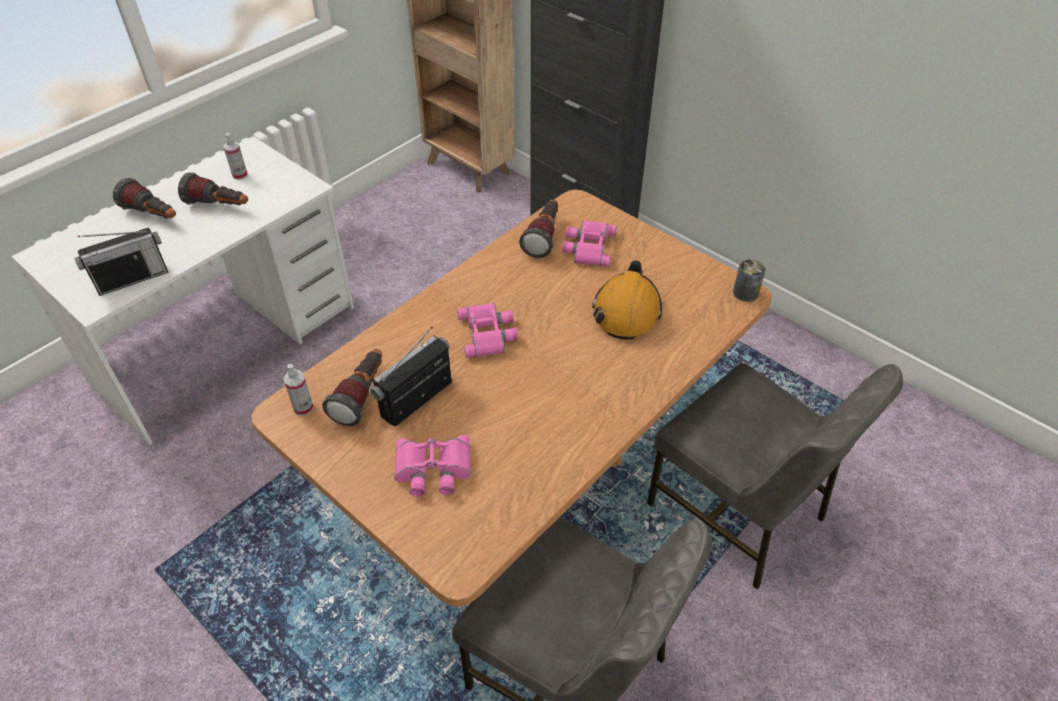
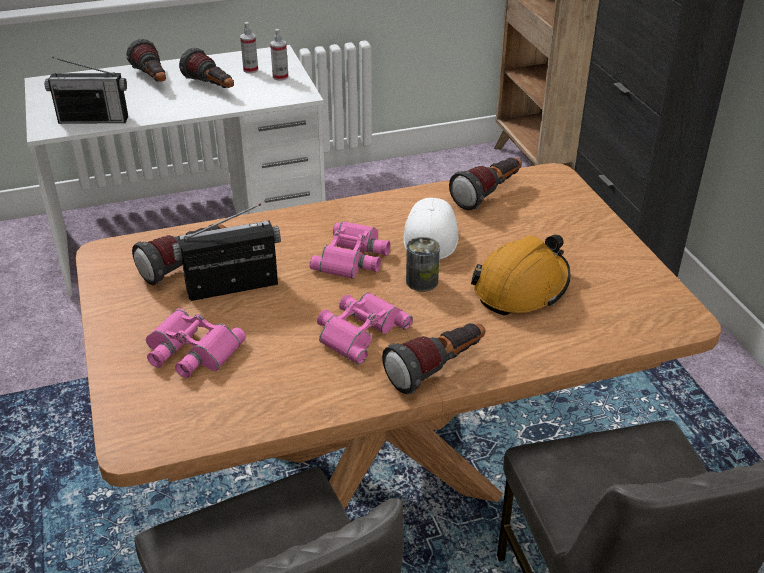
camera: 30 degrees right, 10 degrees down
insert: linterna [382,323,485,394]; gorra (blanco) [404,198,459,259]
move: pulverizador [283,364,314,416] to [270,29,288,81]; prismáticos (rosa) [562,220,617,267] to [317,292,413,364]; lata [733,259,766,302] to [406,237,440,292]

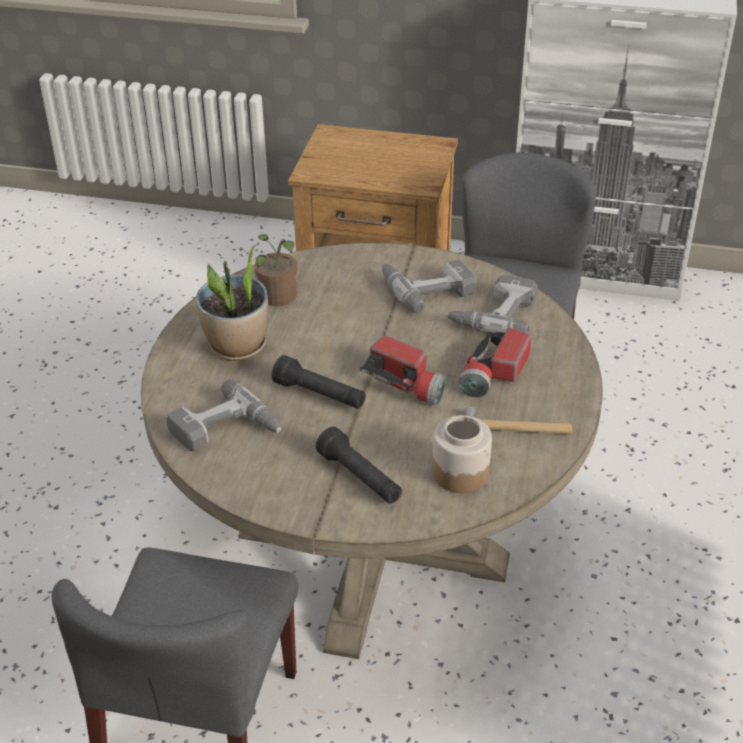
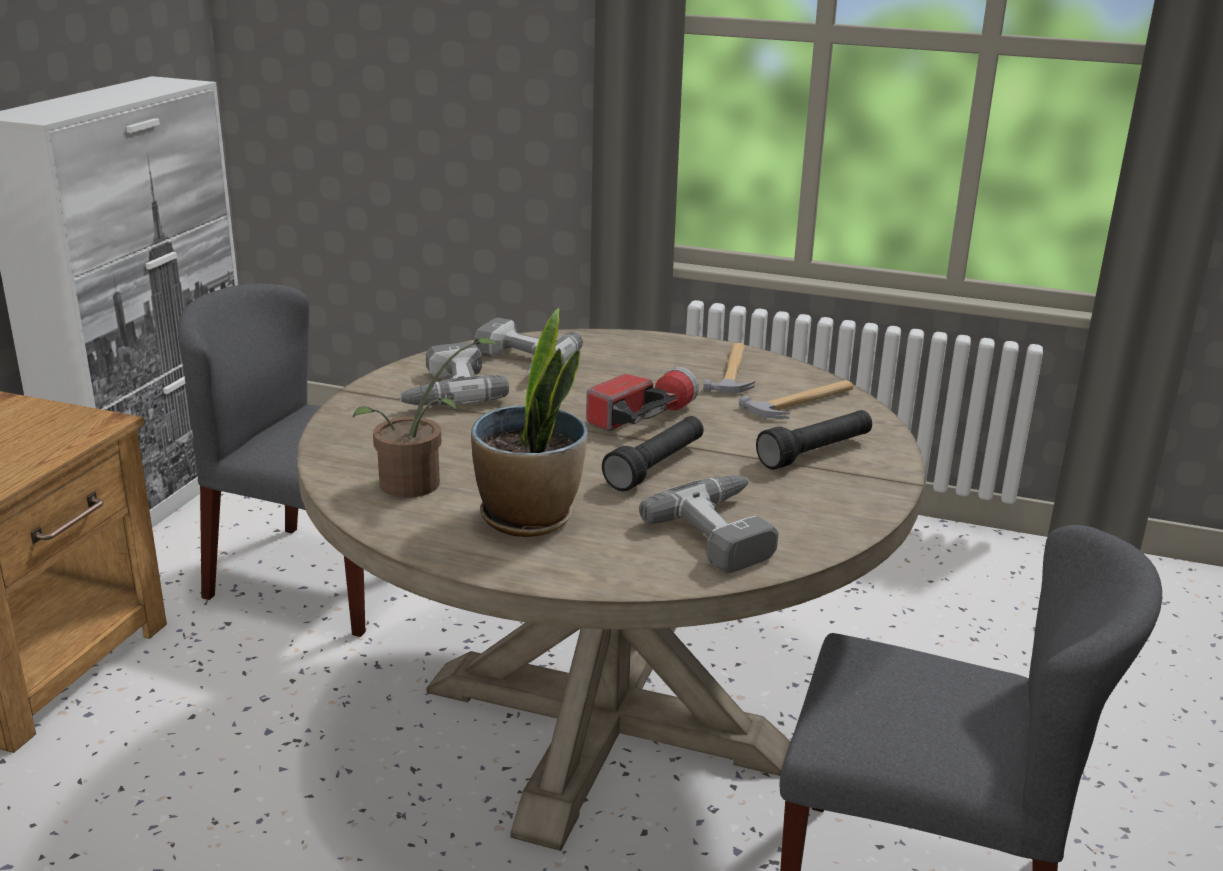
camera: 85 degrees left, 15 degrees down
delete: linterna [458,328,531,398]
replace: tarro [432,415,492,493] to martillo [739,380,853,419]

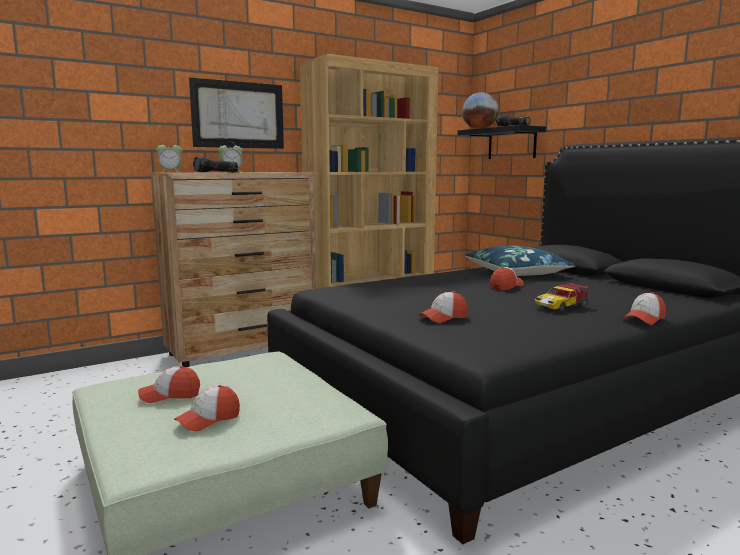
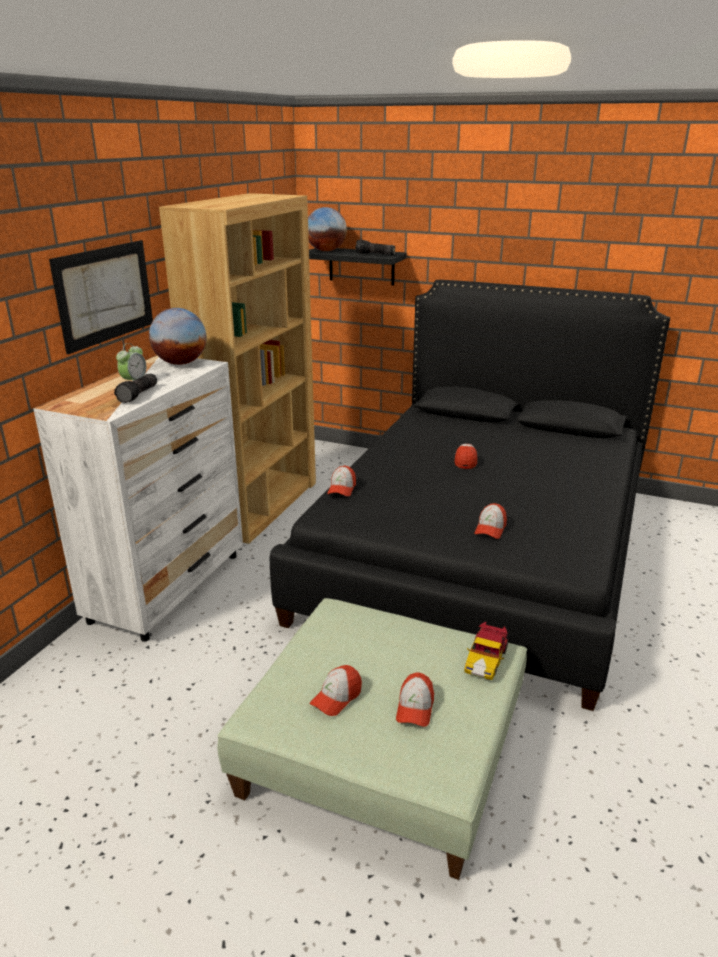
camera: 35 degrees left, 15 degrees up
delete: despertador [156,141,182,173]; cojín (azul) [464,246,576,276]
insert: globo terráqueo [149,308,207,365]
move: coche de juguete [534,283,588,311] to [464,622,508,680]; gorra [623,292,666,325] to [327,465,356,496]
recolor: cómoda (marrón) [151,172,316,367] to cómoda (blanco) [33,356,243,642]

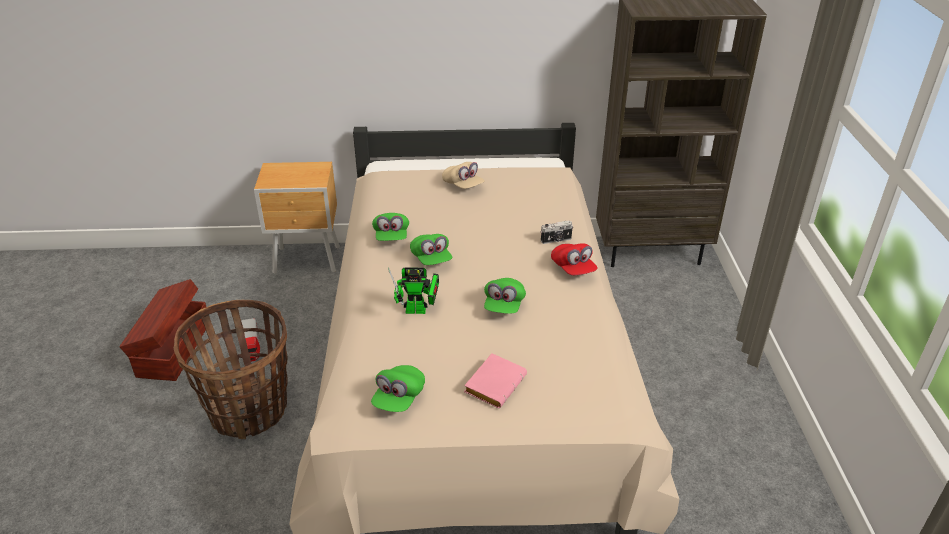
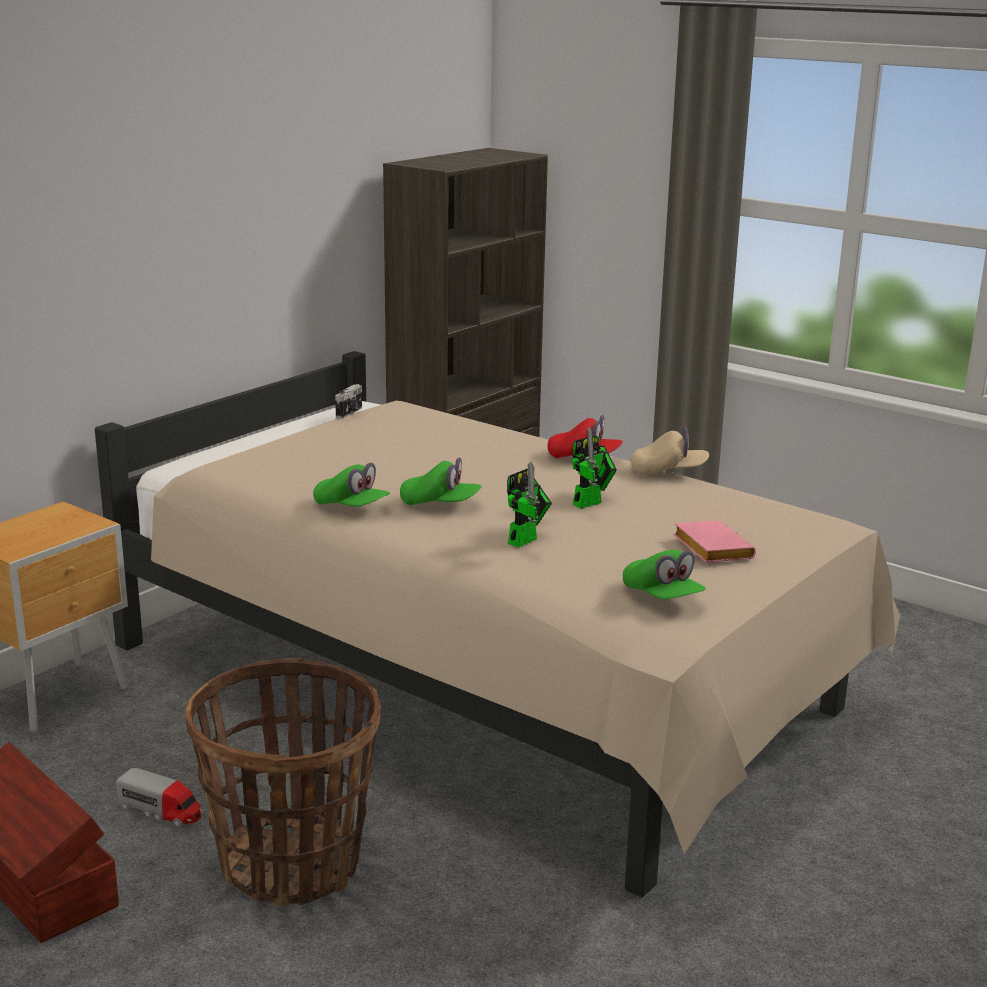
camera: 50 degrees left, 15 degrees down
move: gorra (beis) [442,162,485,189] to [631,426,709,475]; cámara [540,220,573,244] to [335,384,362,419]
replace: gorra (verde) [484,278,526,314] to robot de juguete [572,427,617,509]

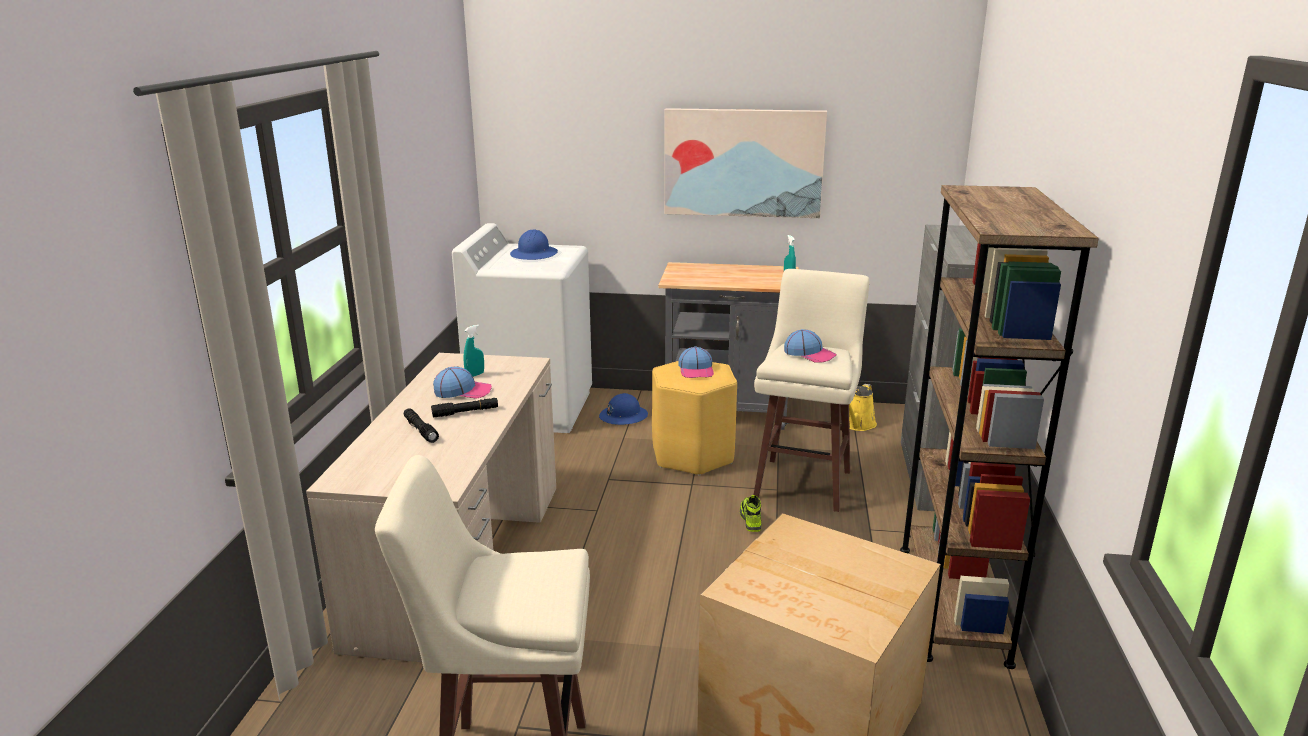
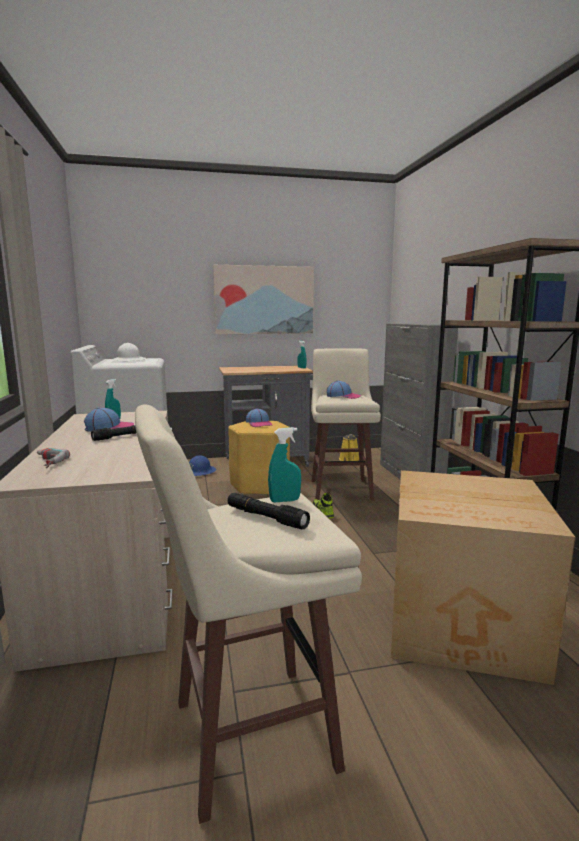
camera: 20 degrees left, 10 degrees down
insert: taladro [37,448,70,468]; pulverizador (turquesa) [268,427,301,502]
move: linterna (negro) [404,408,439,443] to [228,493,310,530]
recolor: casco (azul) [510,229,558,260] to casco (blanco) [111,343,146,361]

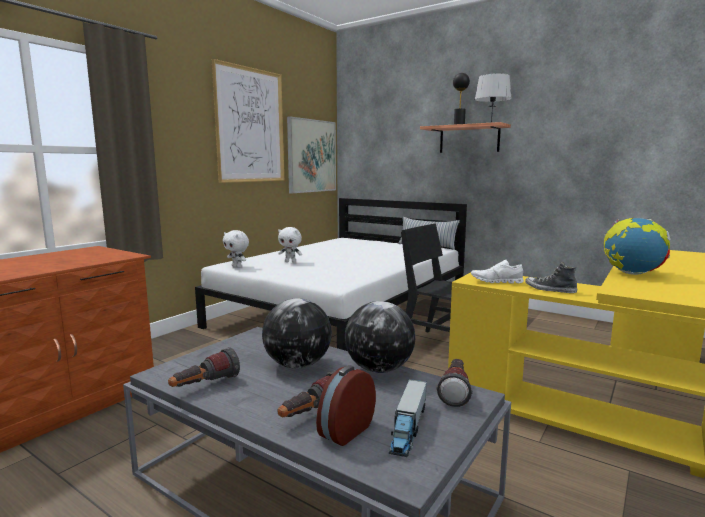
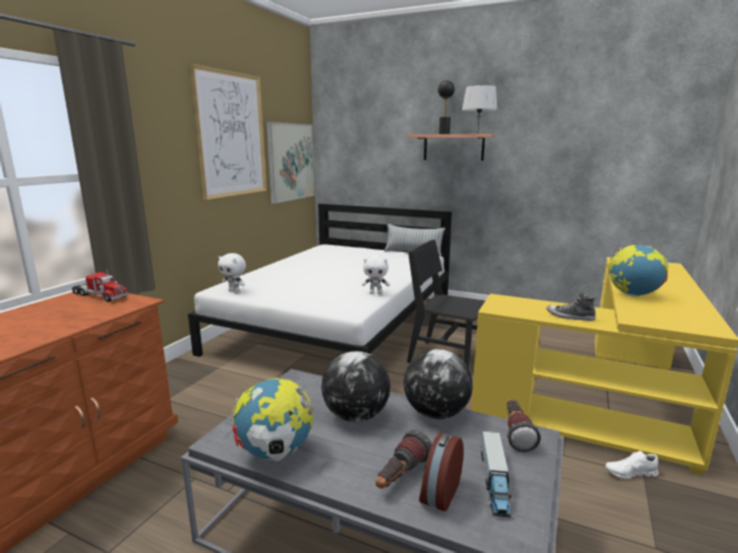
camera: 10 degrees left, 5 degrees up
insert: camión de juguete [72,269,128,302]
move: peluche (blanco) [278,227,302,263] to [362,255,390,294]; zapato (blanco) [471,260,524,283] to [605,451,659,479]
replace: linterna [168,347,240,387] to globo terráqueo [232,378,313,461]

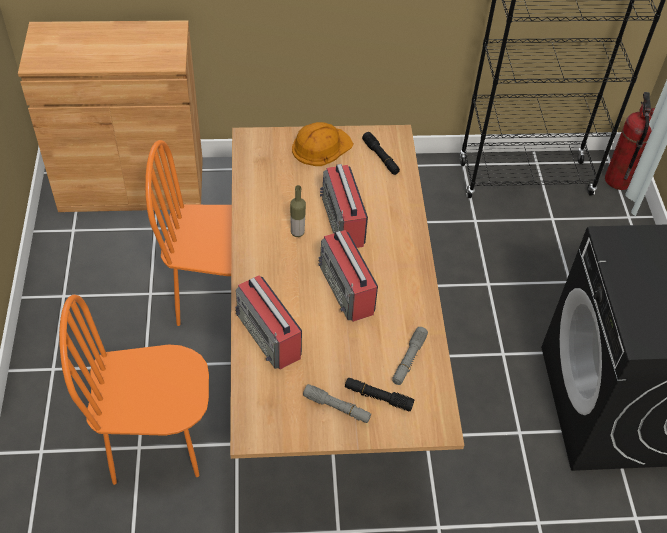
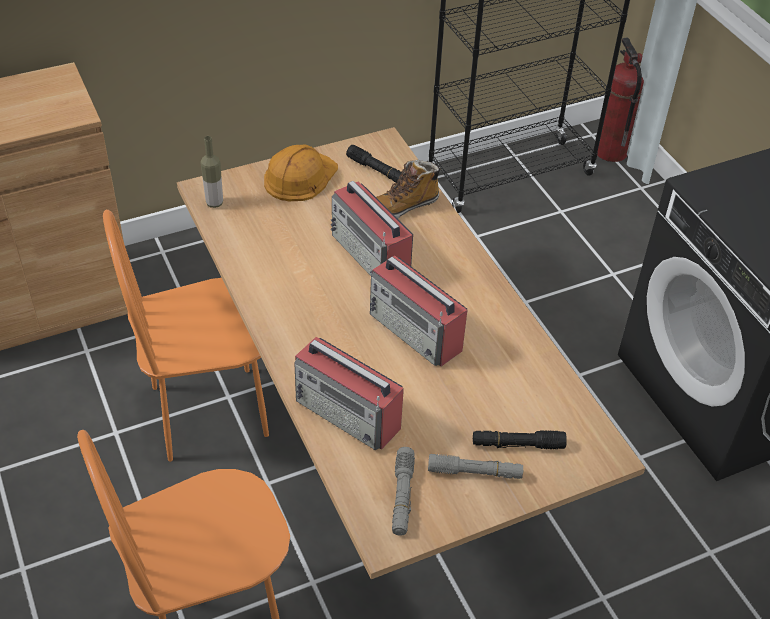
camera: 20 degrees left, 5 degrees down
insert: bota [376,159,440,219]
move: botella [290,185,306,237] to [200,136,223,208]; linterna (gris) [392,327,428,385] to [392,447,415,536]

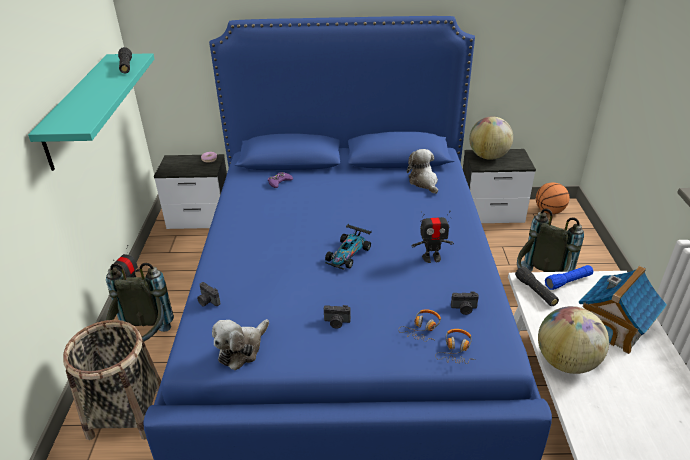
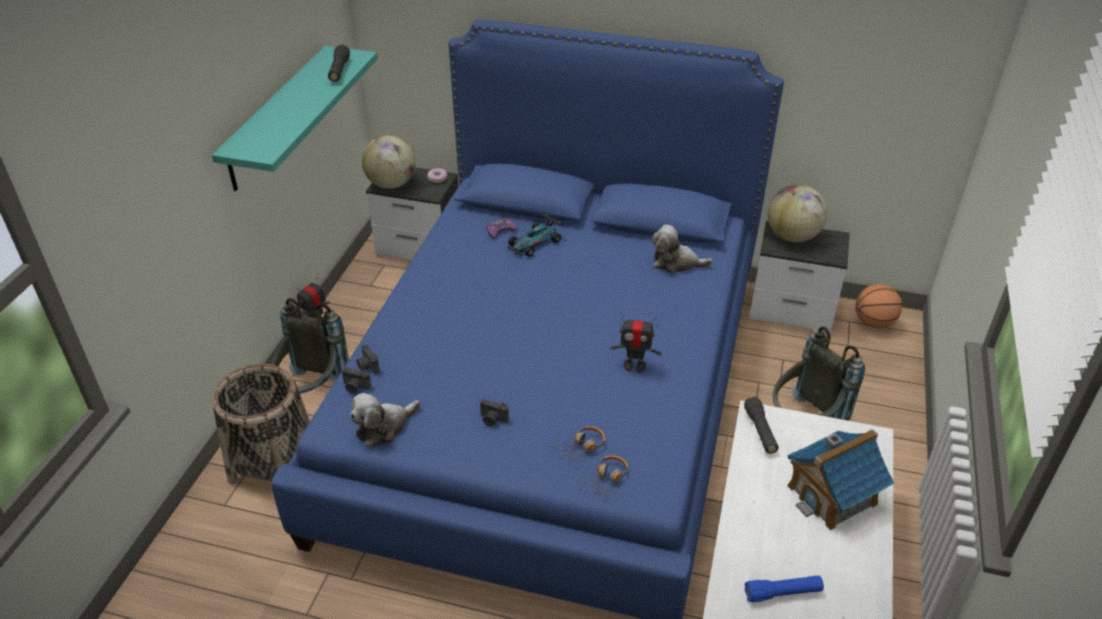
camera: 15 degrees right, 5 degrees up
move: coche de juguete [325,224,372,270] to [507,212,563,257]; cámara [451,291,479,315] to [342,367,371,394]; globo terráqueo [538,306,609,374] to [362,135,416,189]; linterna (azul) [545,265,593,290] to [745,575,824,602]
rotate: peluche [407,149,438,194] = [652,225,713,273] 75 degrees counterclockwise

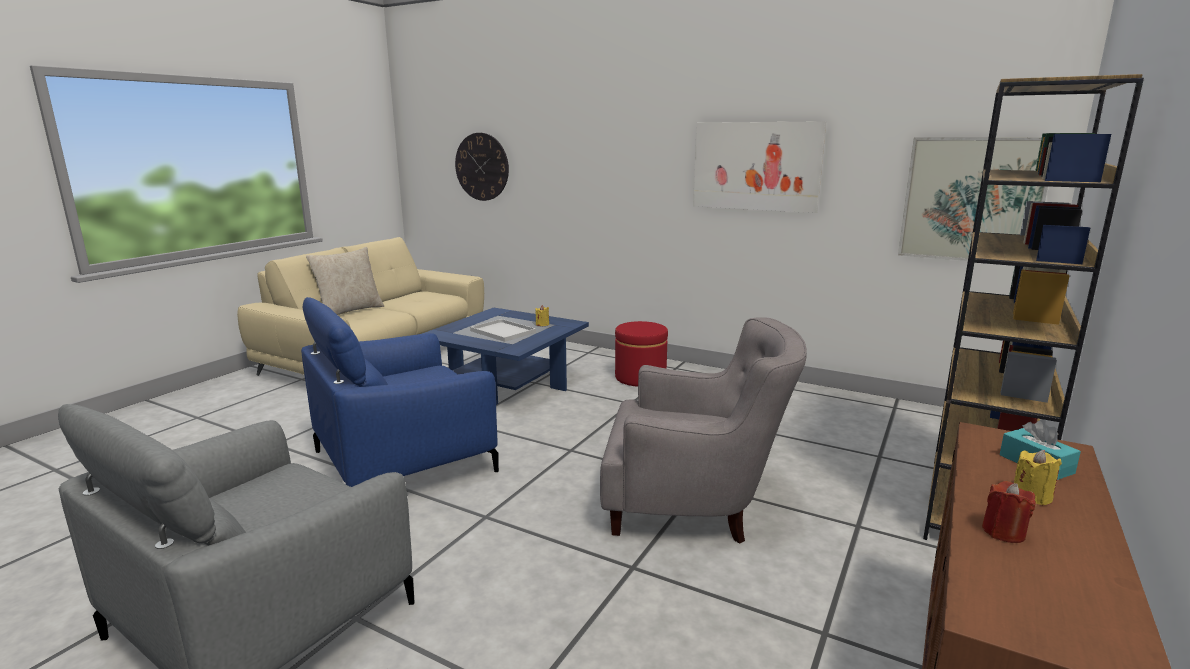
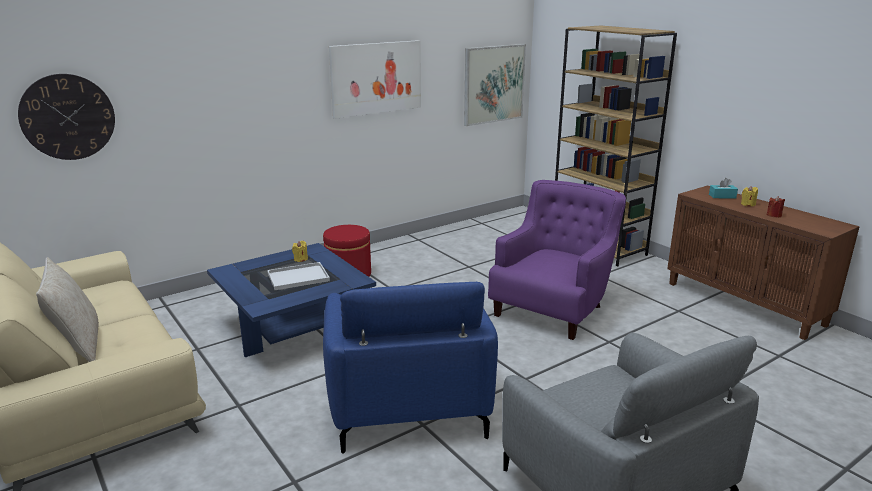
camera: 65 degrees left, 5 degrees up
recolor: sillón (gris) [600,317,807,544] to sillón (morado) [488,180,626,340]

